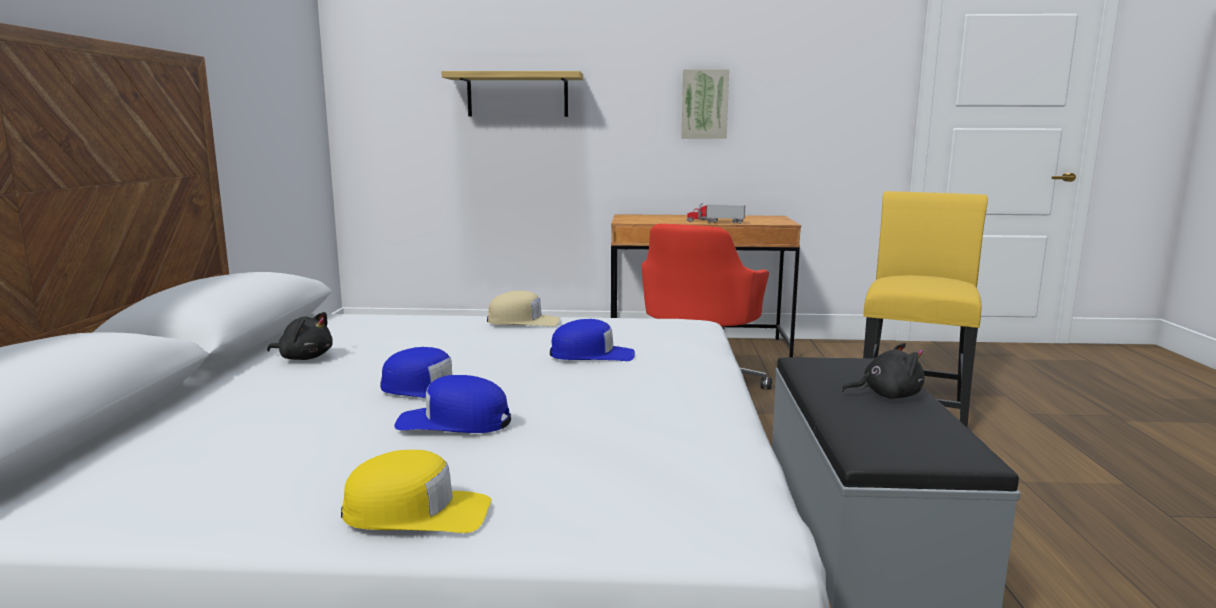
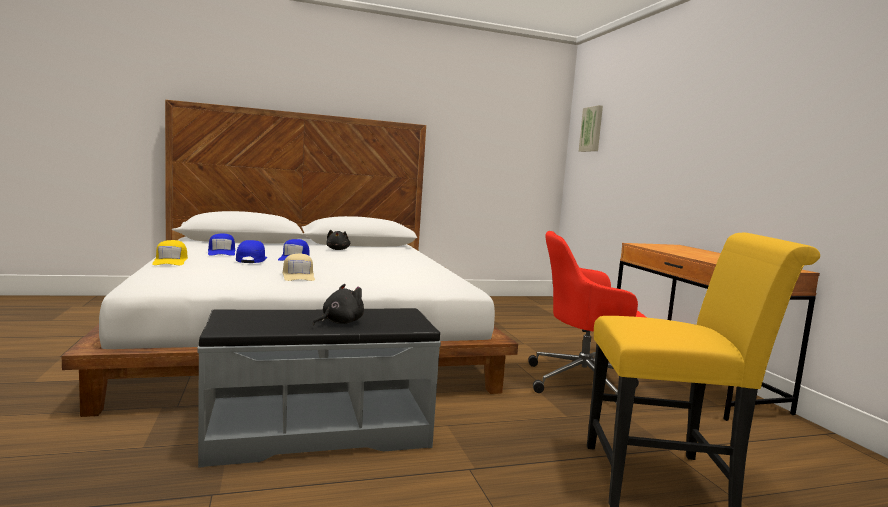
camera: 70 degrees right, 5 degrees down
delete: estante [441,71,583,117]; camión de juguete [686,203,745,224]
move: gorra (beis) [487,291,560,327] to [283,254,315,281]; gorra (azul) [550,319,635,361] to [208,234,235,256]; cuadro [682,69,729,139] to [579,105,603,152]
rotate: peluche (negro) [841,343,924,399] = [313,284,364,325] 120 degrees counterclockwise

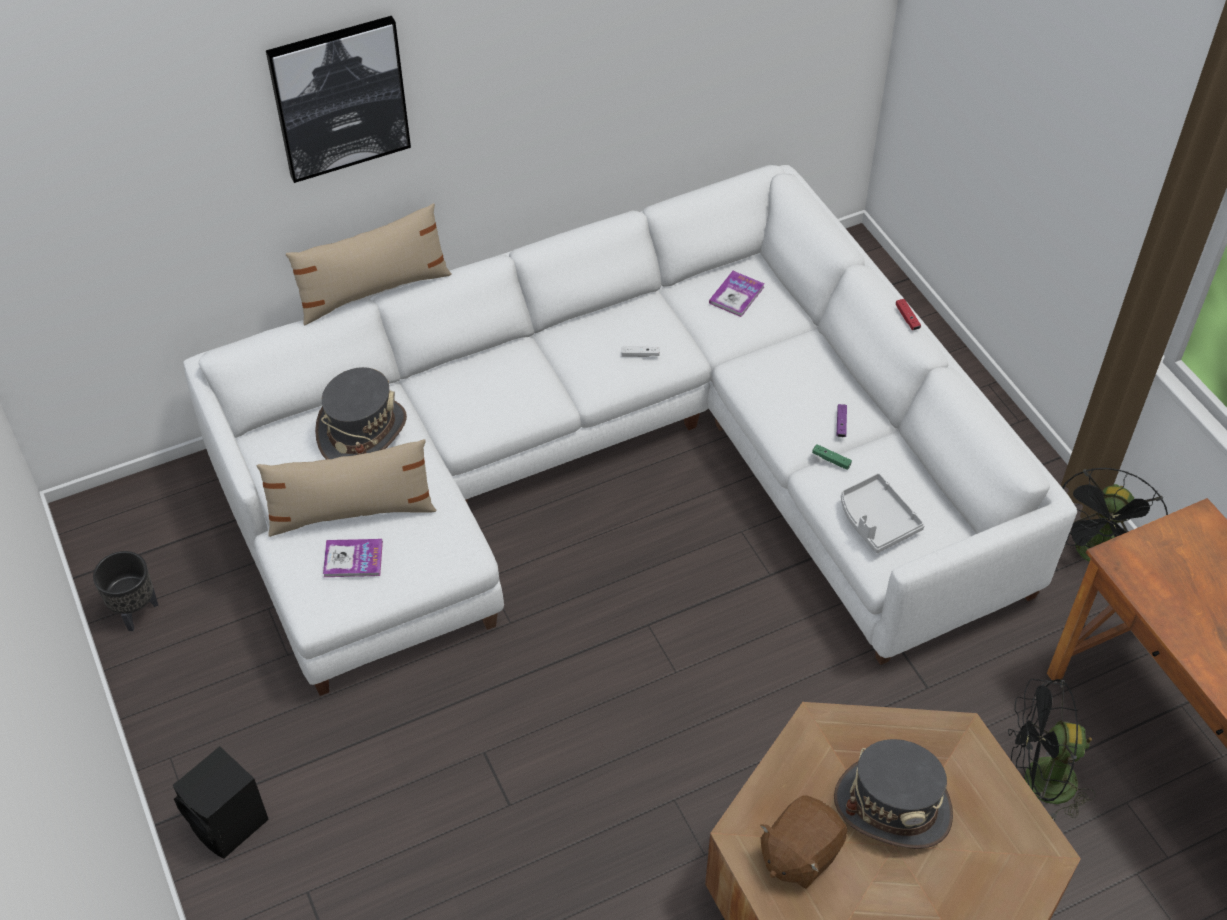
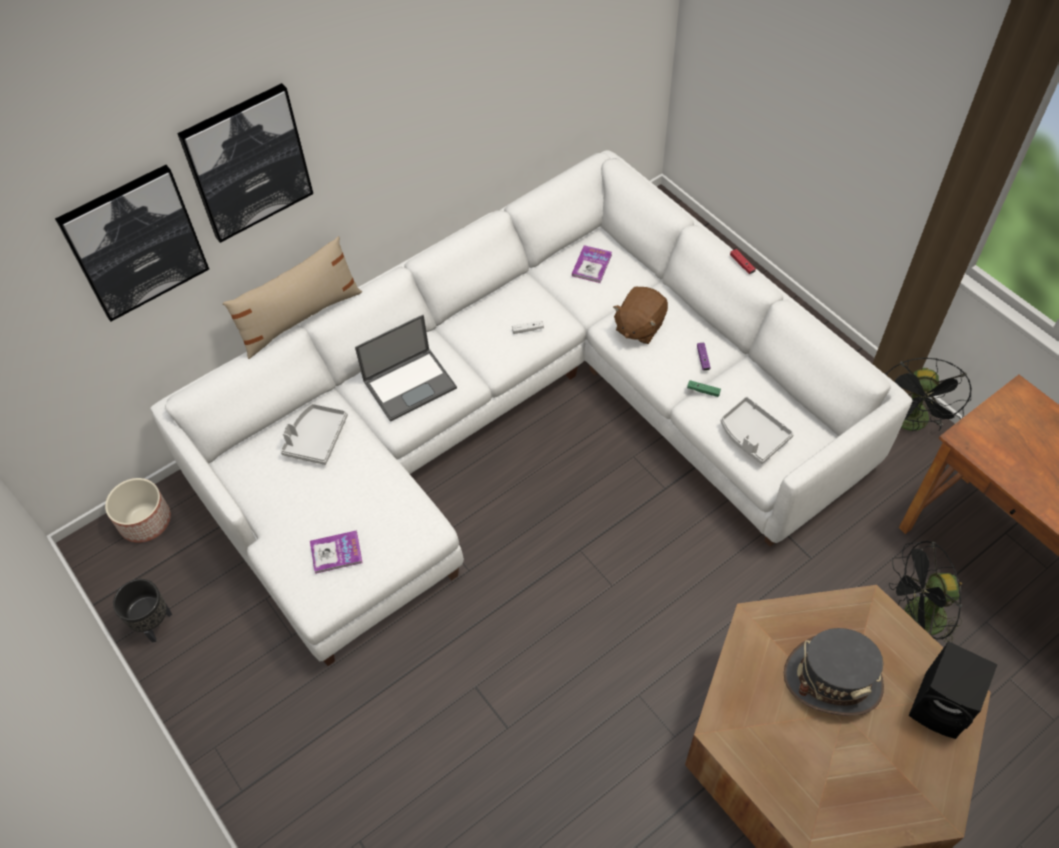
camera: 10 degrees left, 5 degrees up
delete: cojín (beis) [257,439,436,537]
insert: cuadro [55,165,209,322]; maceta [105,478,171,543]; portátil [355,315,457,422]
move: altavoz (negro) [173,746,269,859] to [909,641,998,739]; peluche (marrón) [760,795,847,889] to [613,287,668,344]
replace: sombrero (gris) [315,367,407,459] to bandeja (gris) [280,404,348,465]

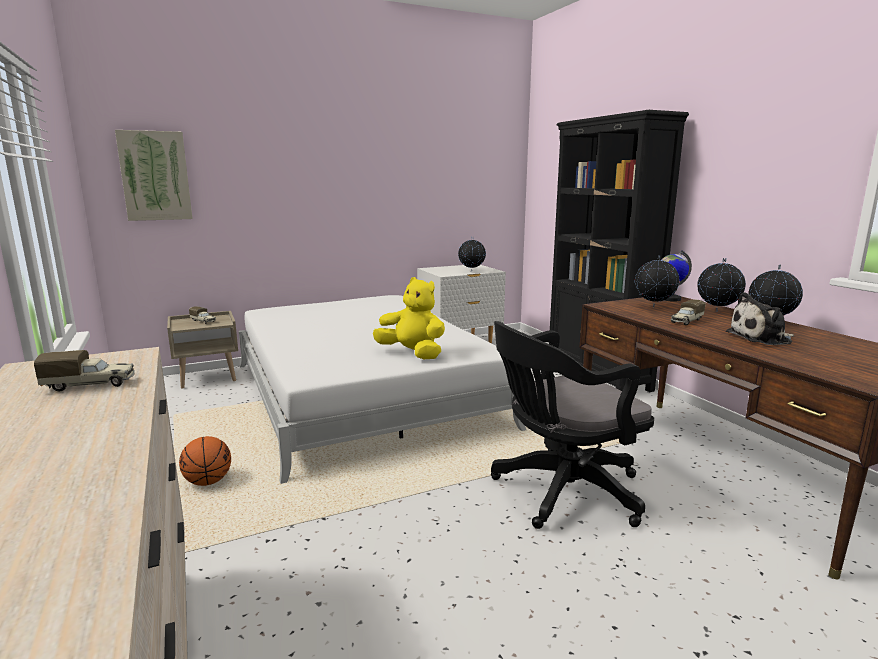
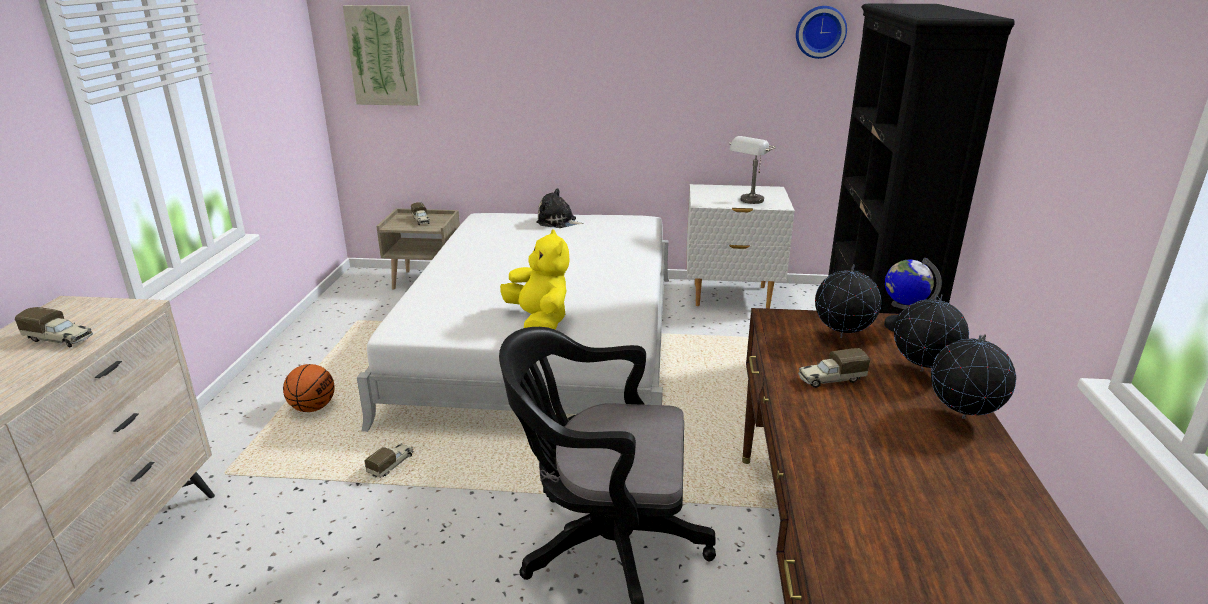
camera: 30 degrees right, 10 degrees up
insert: camión de juguete [364,443,413,478]; reloj de pared [796,6,847,59]
move: peluche [726,292,794,345] to [536,188,584,228]
replace: globo terráqueo [458,237,486,272] to lámpara de mesa (gris) [729,136,776,204]

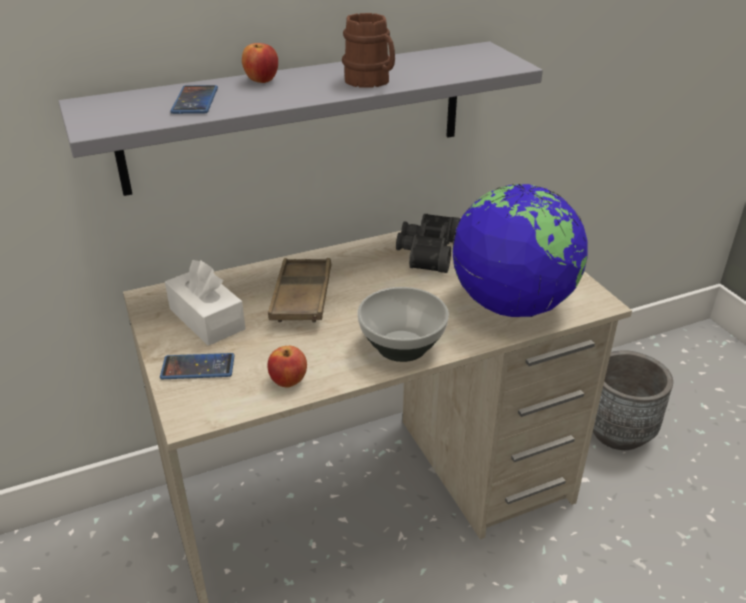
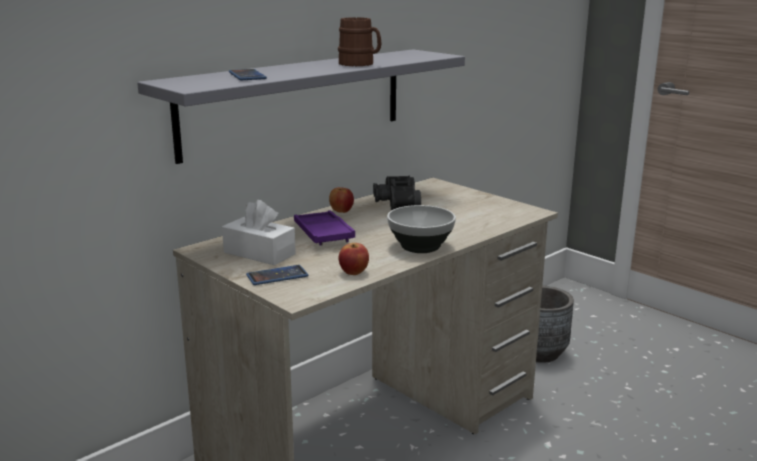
camera: 20 degrees left, 15 degrees down
delete: globo terráqueo [453,184,588,317]
move: manzana [242,43,278,83] to [329,187,354,213]
recolor: bandeja (marrón) [268,258,331,323] to bandeja (morado) [294,210,355,246]

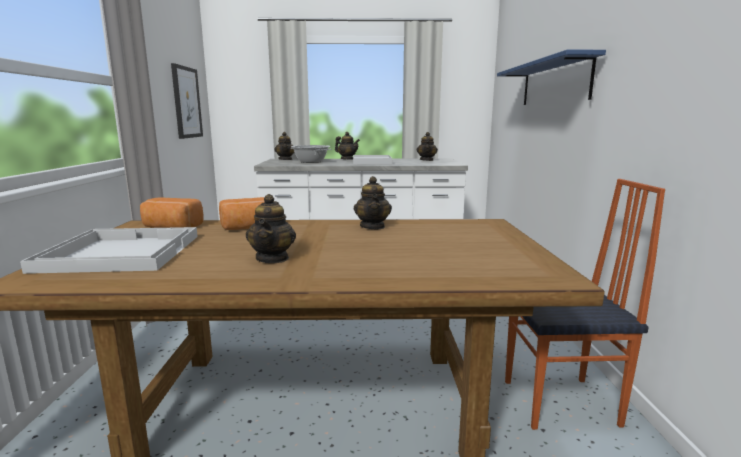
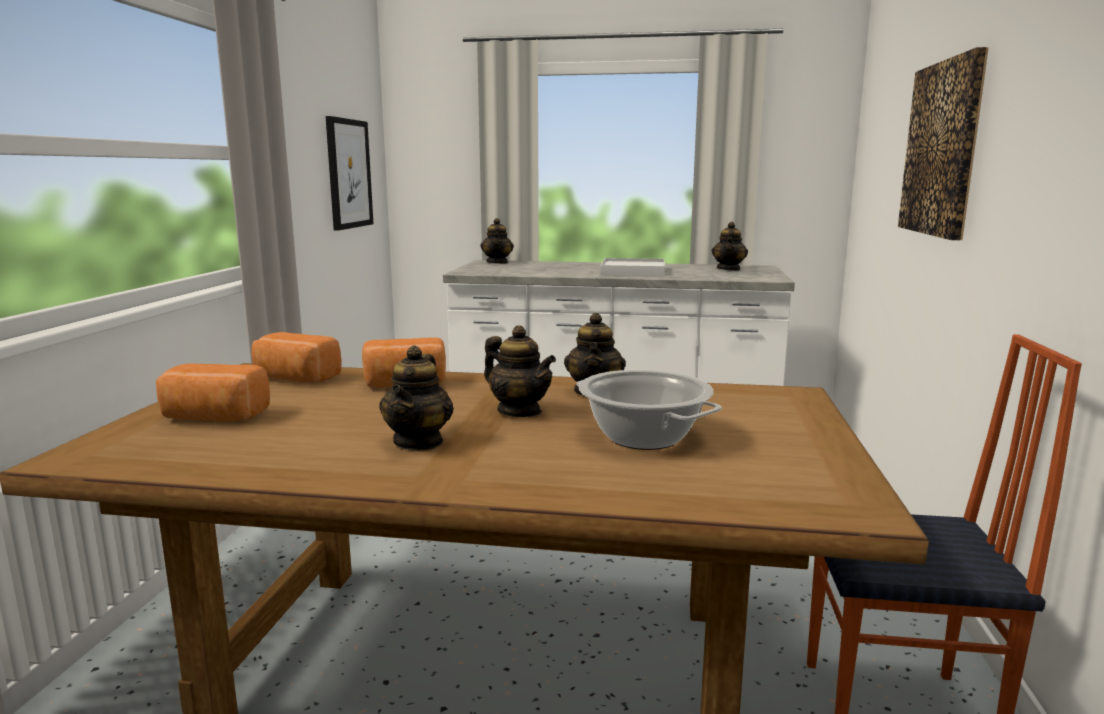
camera: 10 degrees right, 0 degrees up
move: olla [291,145,332,163] to [576,370,722,450]; tetera [335,132,360,159] to [484,325,556,417]
replace: bandeja (blanco) [20,227,198,274] to pan [156,363,270,421]; estante (azul) [497,50,606,105] to cuadro [898,47,989,240]

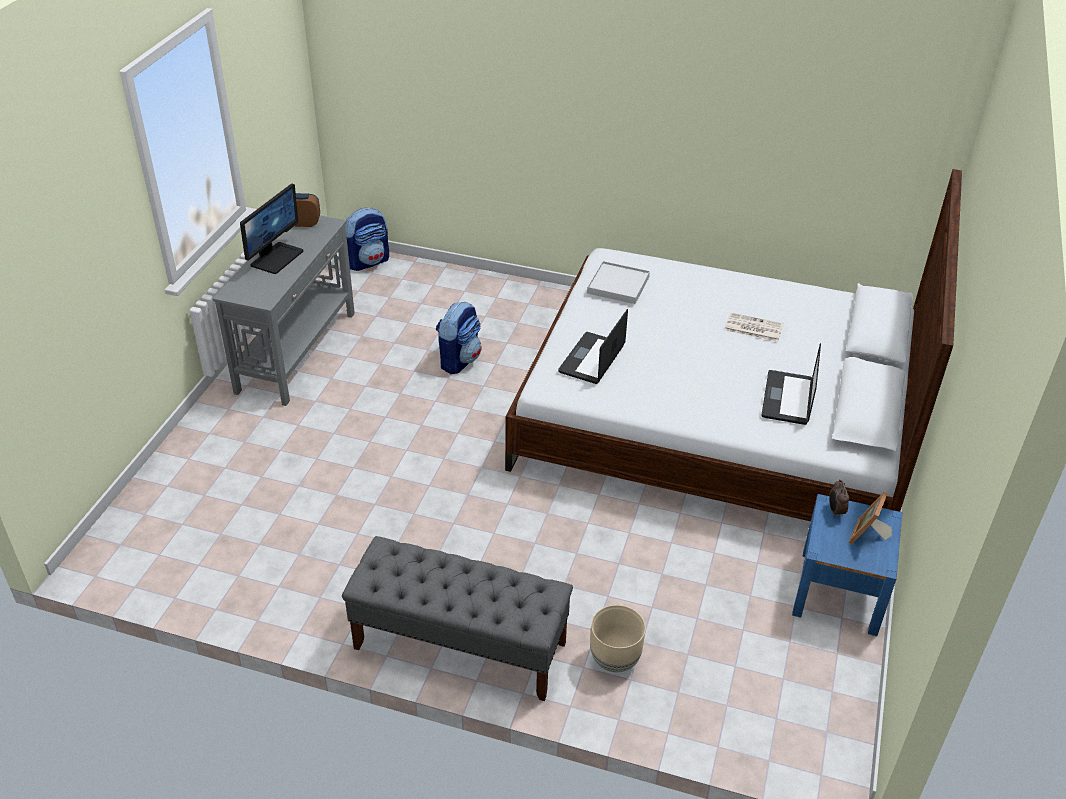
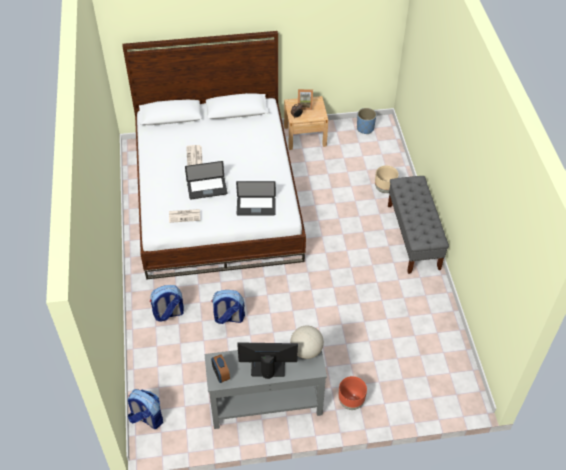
camera: 115 degrees left, 10 degrees up
insert: mochila [150,285,184,322]; globo terráqueo [290,326,324,359]; maceta (marrón) [338,376,367,410]; maceta (azul) [357,108,376,134]
move: portátil [762,343,821,425] to [185,161,227,199]
replace: bandeja (blanco) [587,261,650,304] to periódico [169,209,200,223]
recolor: mesita de noche (azul) [792,494,902,636] to mesita de noche (beis) [284,96,328,150]

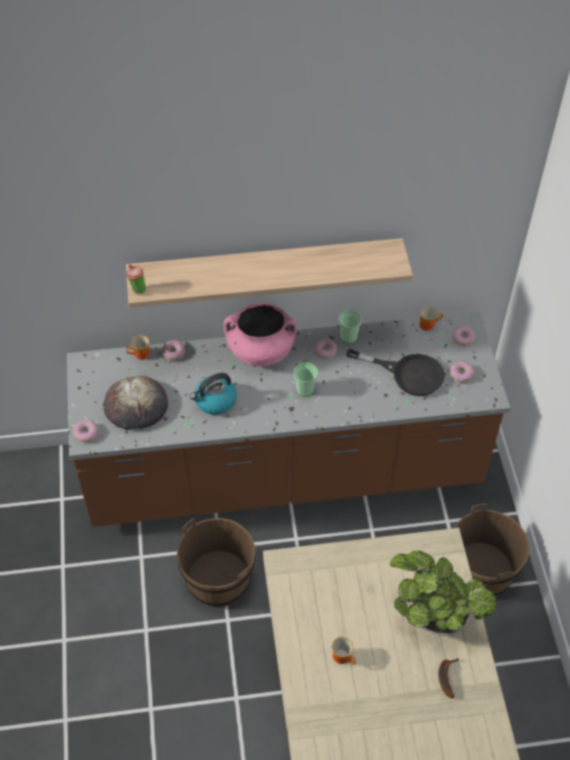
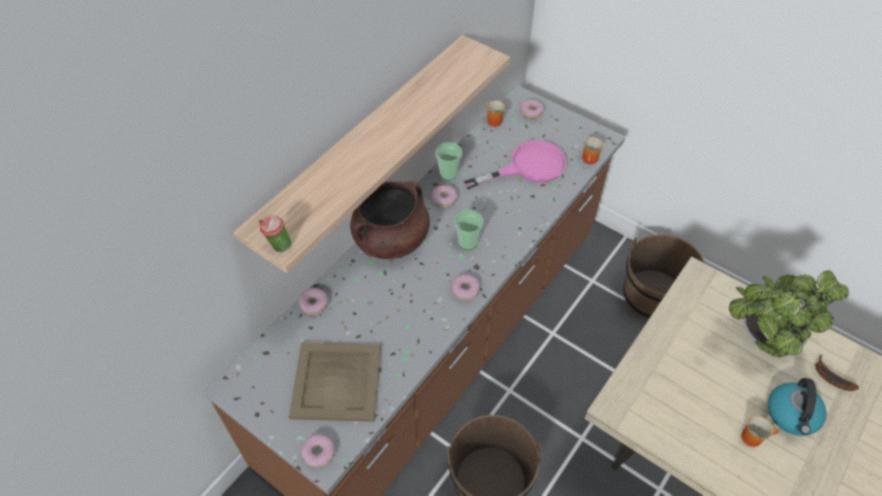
camera: 45 degrees left, 0 degrees up
move: taza grande [126,335,150,360] to [582,137,604,164]; hervidor [189,373,237,415] to [768,378,826,436]; rosquilla [450,361,474,383] to [451,274,480,301]
replace: pan [103,376,168,430] to bandeja (beis) [289,342,381,422]
recolor: olla (rosa) [224,303,297,366] to olla (marrón) [350,181,430,259]; sartén (negro) [346,349,445,396] to sartén (rosa) [463,140,567,189]

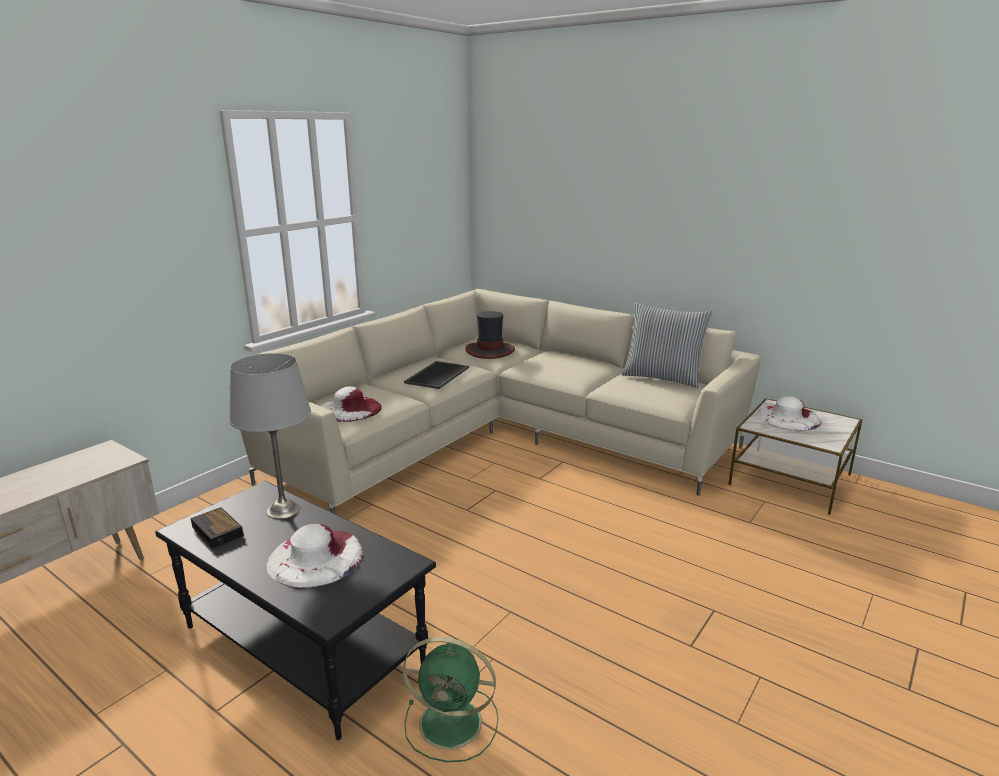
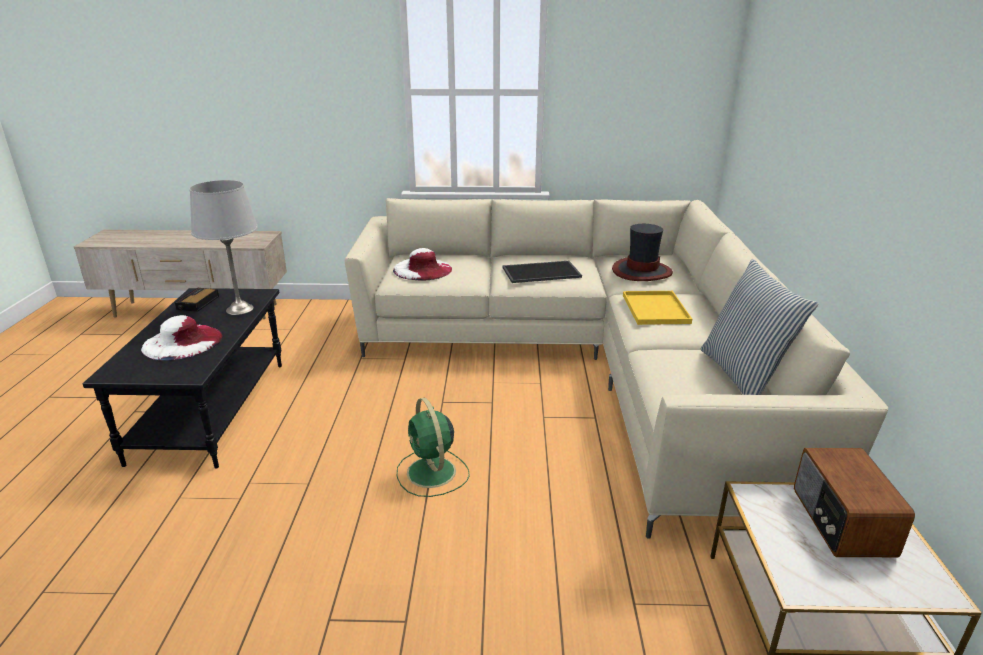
camera: 55 degrees right, 5 degrees up
insert: bandeja (amarillo) [623,291,692,325]
move: ventilador (verde) [403,637,498,762] to [397,397,470,497]
replace: sombrero (blanco) [757,396,822,431] to radio [794,448,915,557]

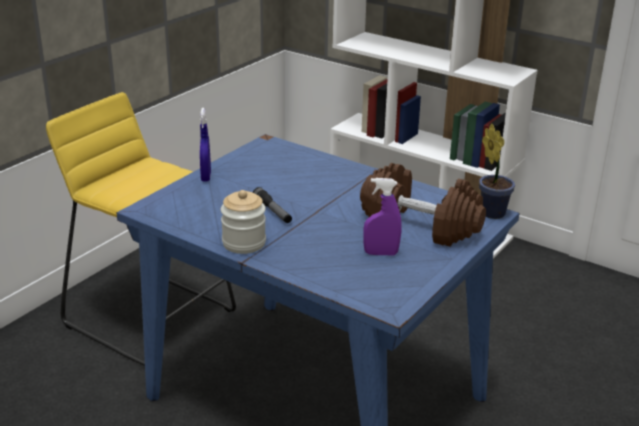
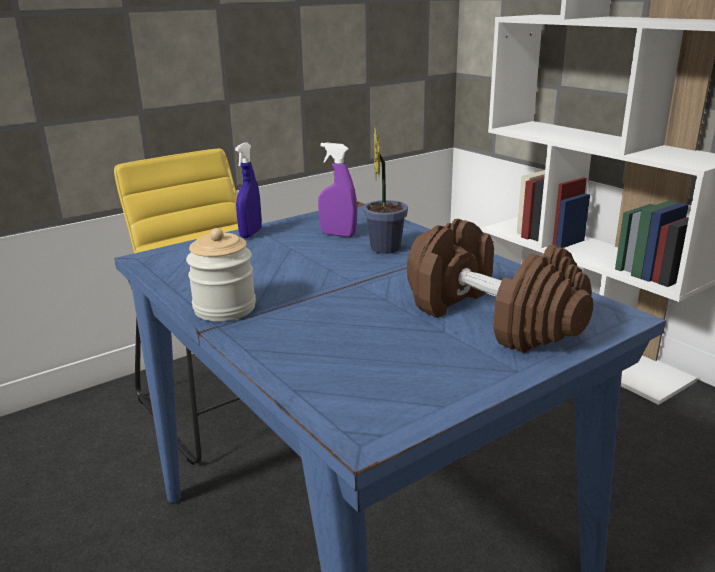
camera: 20 degrees right, 5 degrees down
delete: linterna [253,187,292,223]
move: pulverizador (morado) [363,178,401,255] to [318,142,357,237]; planta en maceta [479,124,515,219] to [363,129,408,254]

